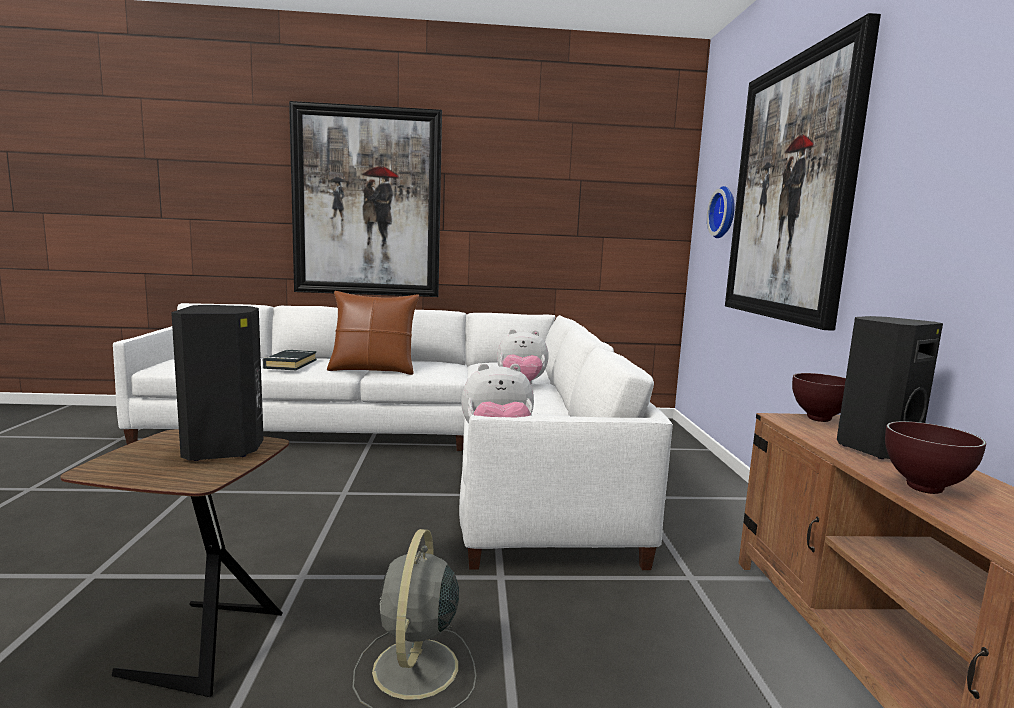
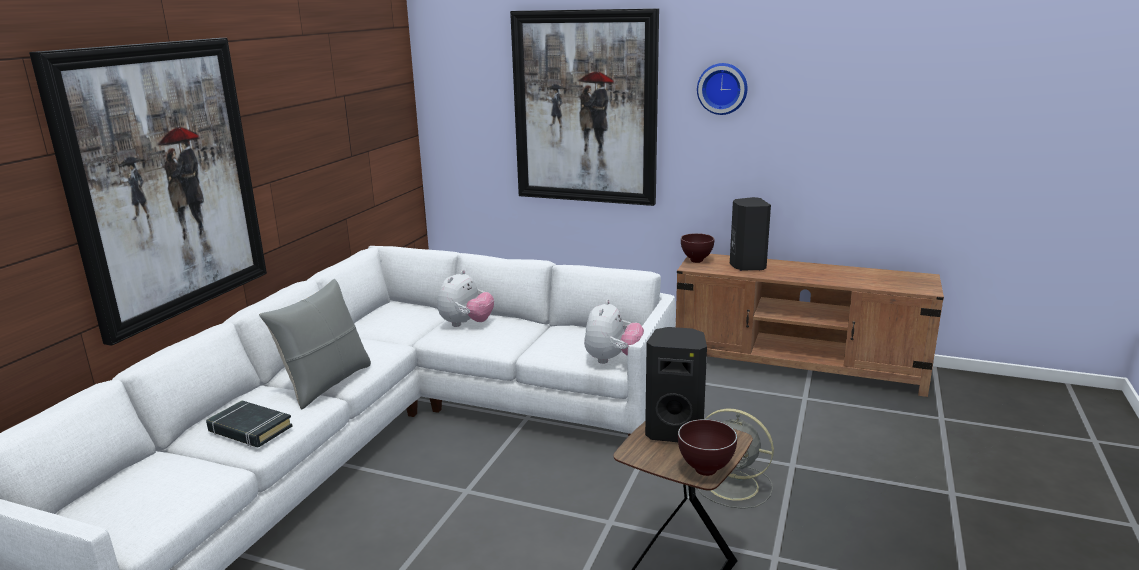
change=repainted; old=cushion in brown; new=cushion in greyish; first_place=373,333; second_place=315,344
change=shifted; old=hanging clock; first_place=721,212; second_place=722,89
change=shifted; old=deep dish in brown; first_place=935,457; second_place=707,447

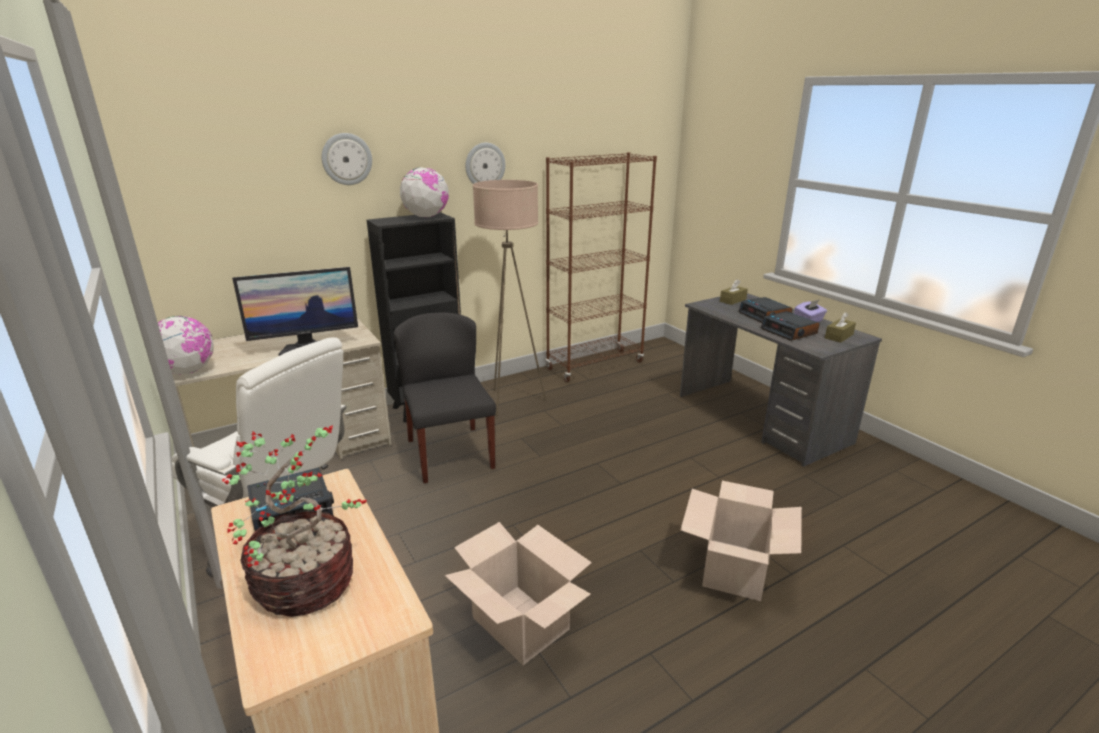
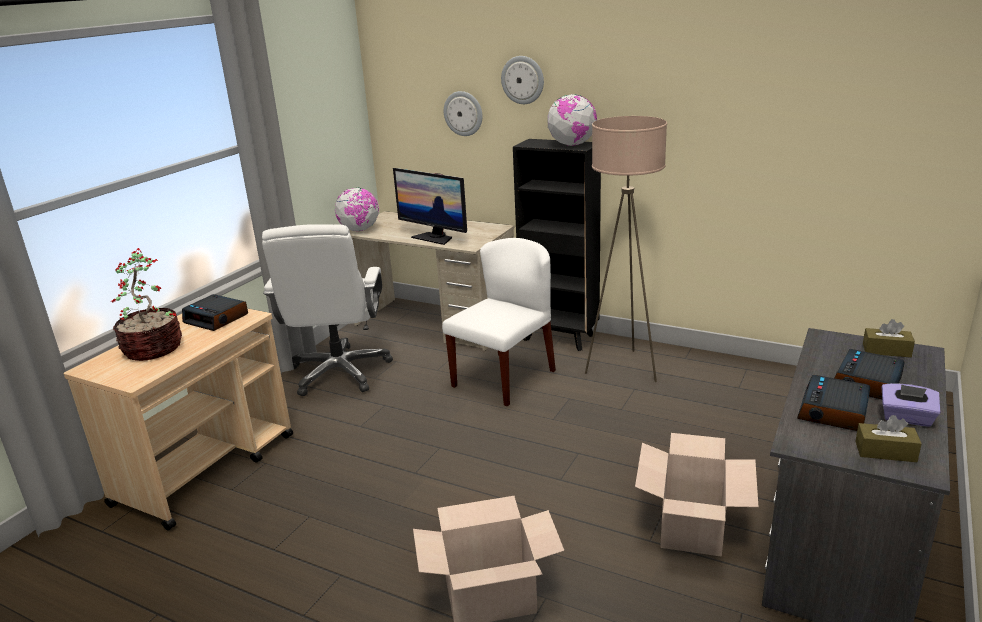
change=repainted; old=upright chair in blackish; new=upright chair in white; first_place=445,397; second_place=499,322
change=shifted; old=cardboard box; first_place=518,593; second_place=697,495
change=shifted; old=hanging clock; first_place=485,163; second_place=463,113
change=gone; old=bookcase in brown; first_place=601,267

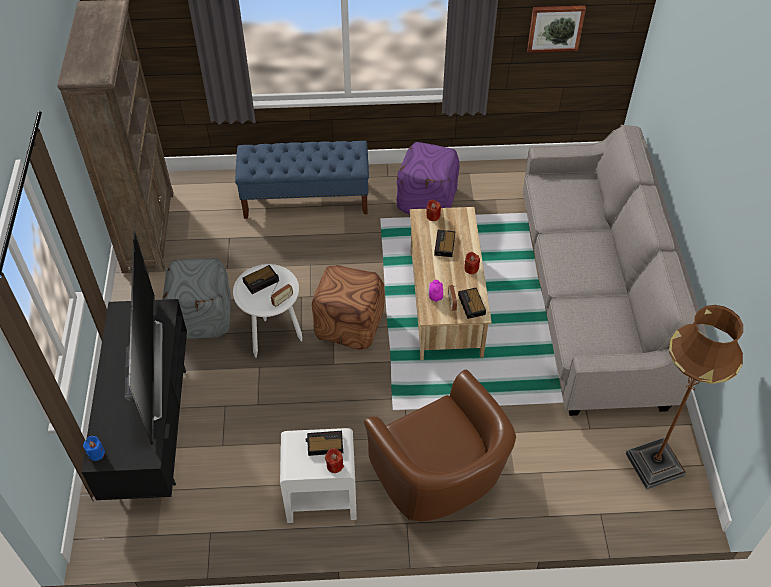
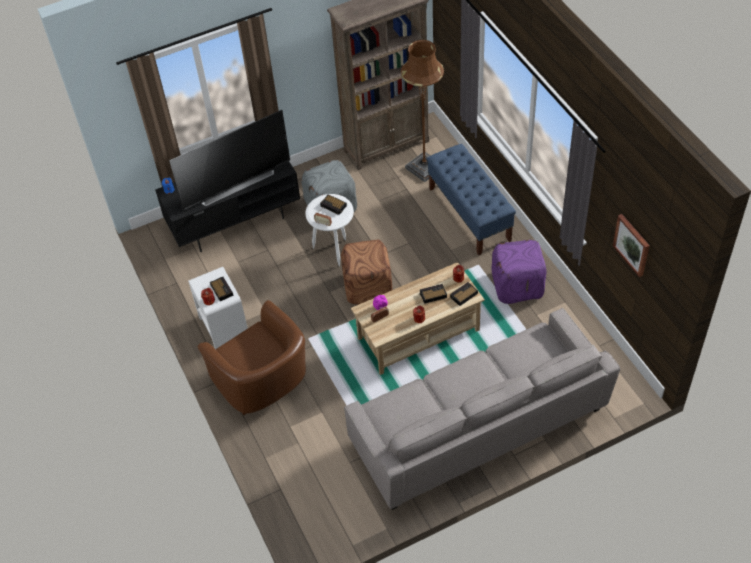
change=rotated; old=lounge chair in brown; first_place=440,446; second_place=252,357; degrees=-75
change=shifted; old=table clock; first_place=472,303; second_place=464,294
change=shifted; old=standing lamp in brown; first_place=684,397; second_place=422,111

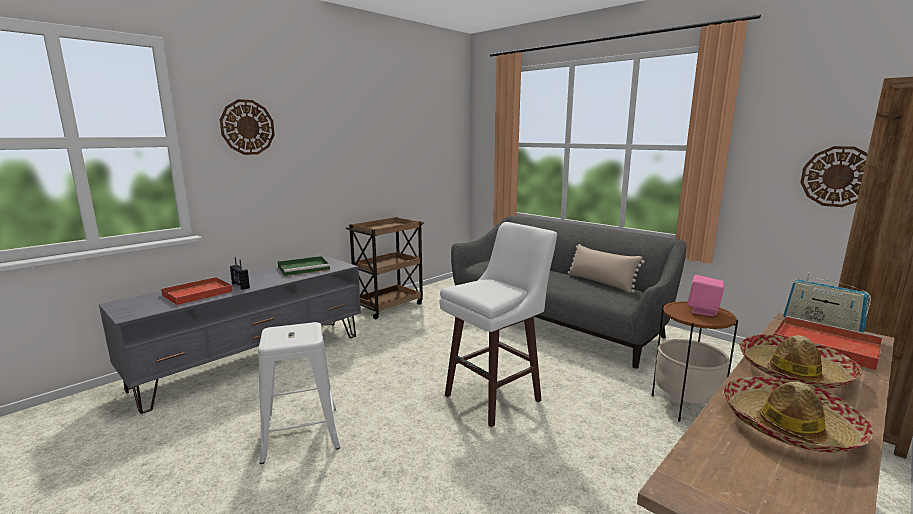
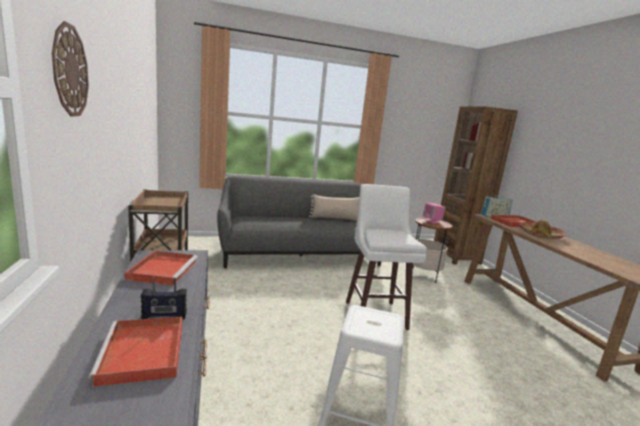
change=repainted; old=serving tray in greenish; new=serving tray in red; first_place=304,266; second_place=161,268
change=gone; old=wearable hat; first_place=798,414
change=gone; old=hanging clock; first_place=834,176

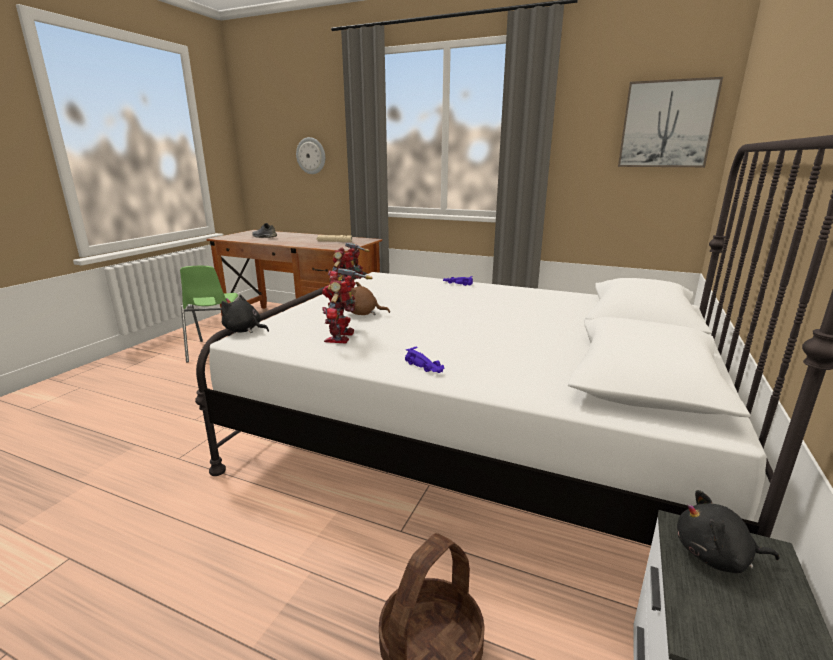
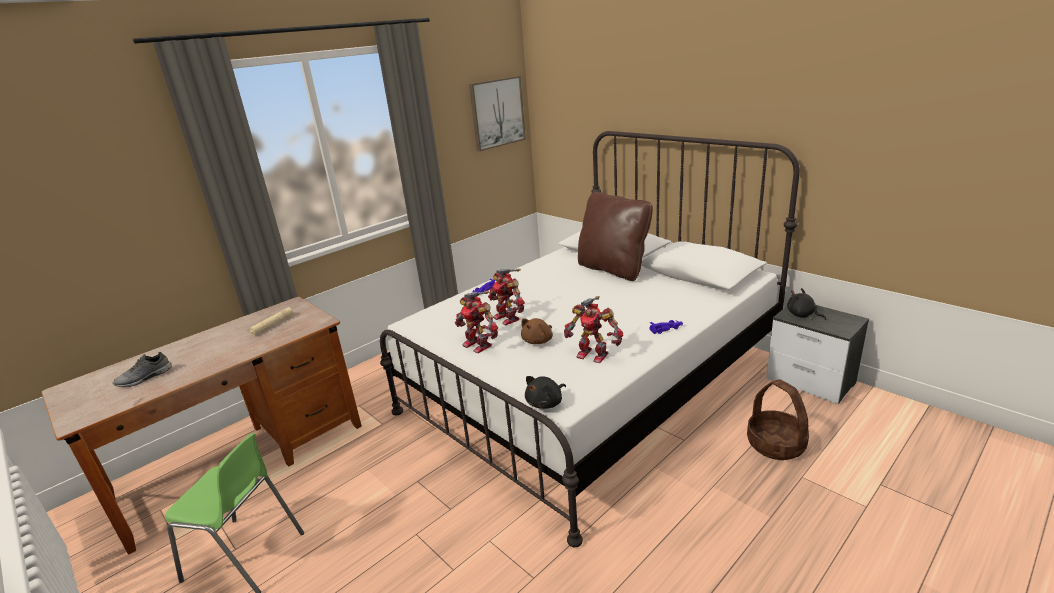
change=gone; old=hanging clock; first_place=310,155
change=rotated; old=soft toy in blackish; first_place=728,531; second_place=806,304; degrees=105
change=new; new=toy robot; second_place=506,297
change=new; new=cushion in brown; second_place=615,236

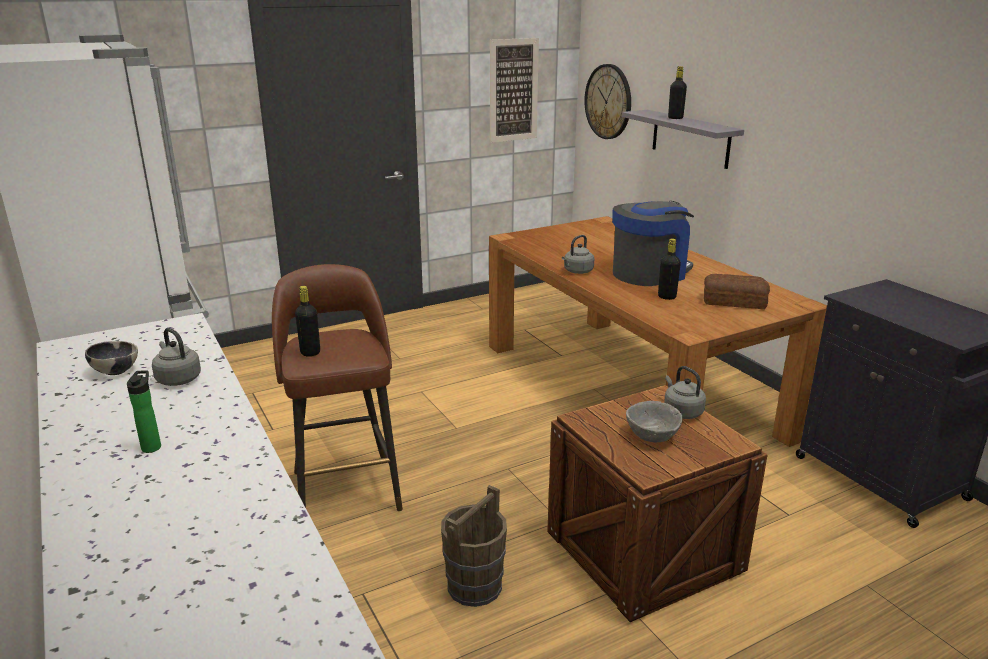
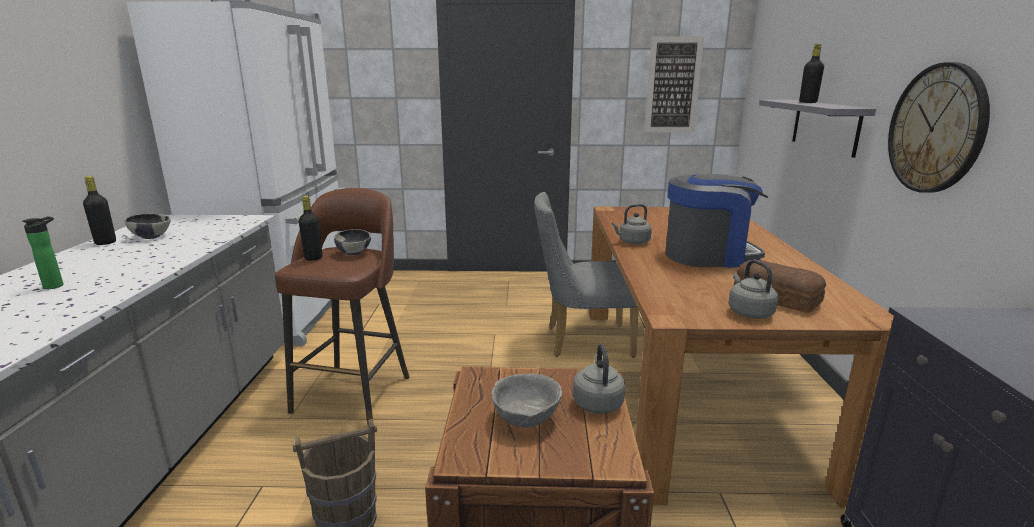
change=shifted; old=kettle in greyish; first_place=176,357; second_place=753,289
change=shifted; old=hanging clock; first_place=607,101; second_place=939,127
change=shifted; old=beverage bottle in blackish; first_place=669,269; second_place=99,210
change=new; new=deep dish; second_place=352,242
change=new; new=upright chair in greyish; second_place=586,275

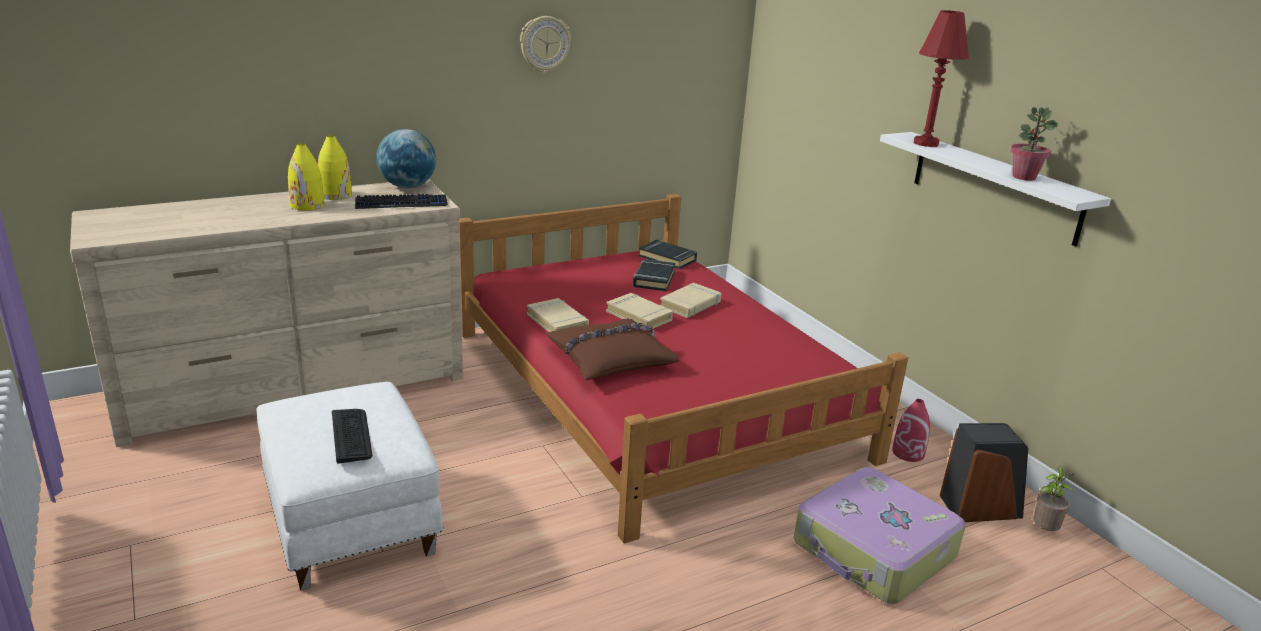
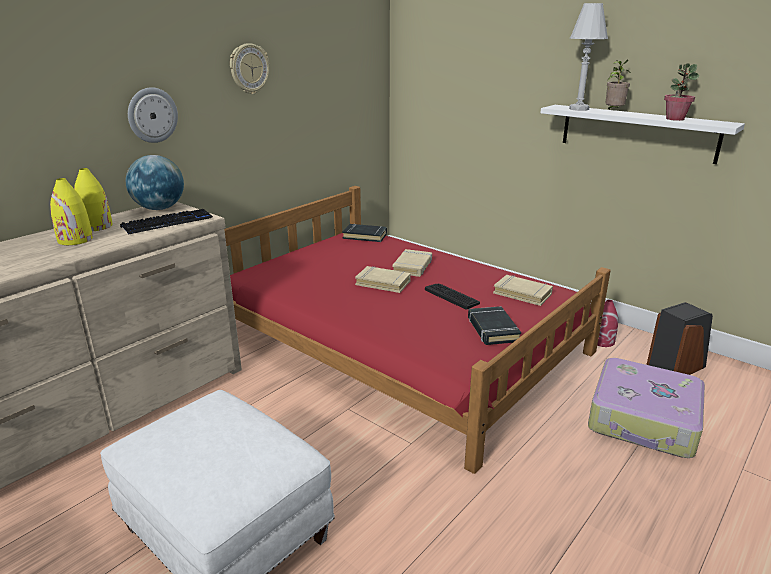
change=shifted; old=keyboard; first_place=352,436; second_place=452,297
change=shifted; old=book in sand-coloured; first_place=558,315; second_place=523,290
change=gone; old=cushion in brown; first_place=612,349
change=shifted; old=book in blackish; first_place=654,275; second_place=494,325
change=repainted; old=table lamp in red; new=table lamp in white; first_place=941,78; second_place=588,57
change=shifted; old=potted plant; first_place=1053,498; second_place=617,84
change=new; new=hanging clock; second_place=153,115

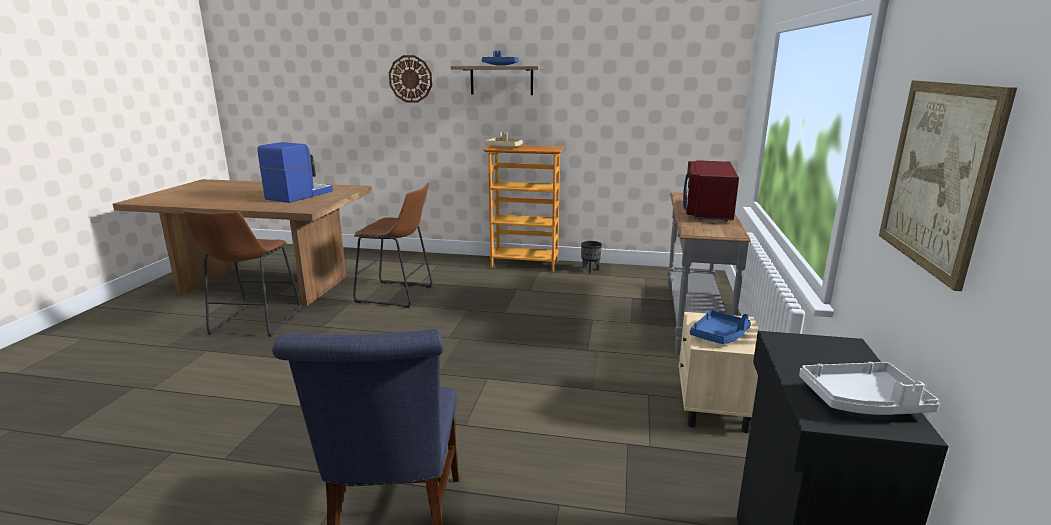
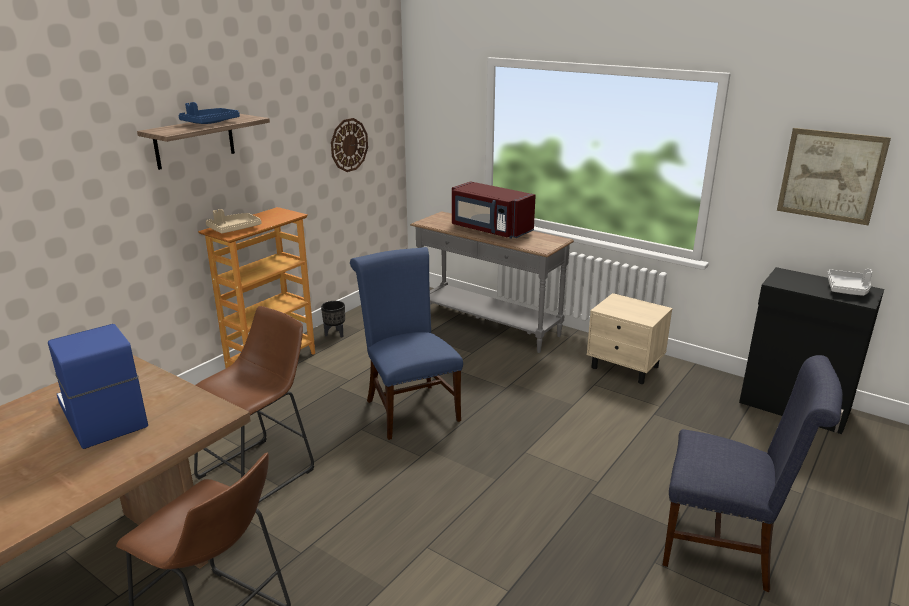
change=shifted; old=hanging clock; first_place=410,79; second_place=349,145
change=gone; old=serving tray in blue-coloured; first_place=720,327
change=new; new=upright chair in blue-coloured; second_place=406,343

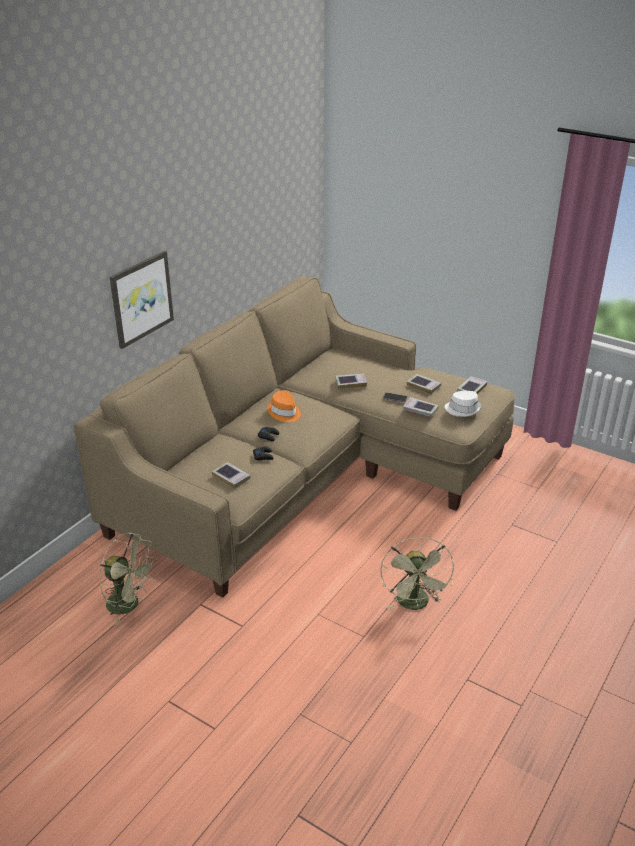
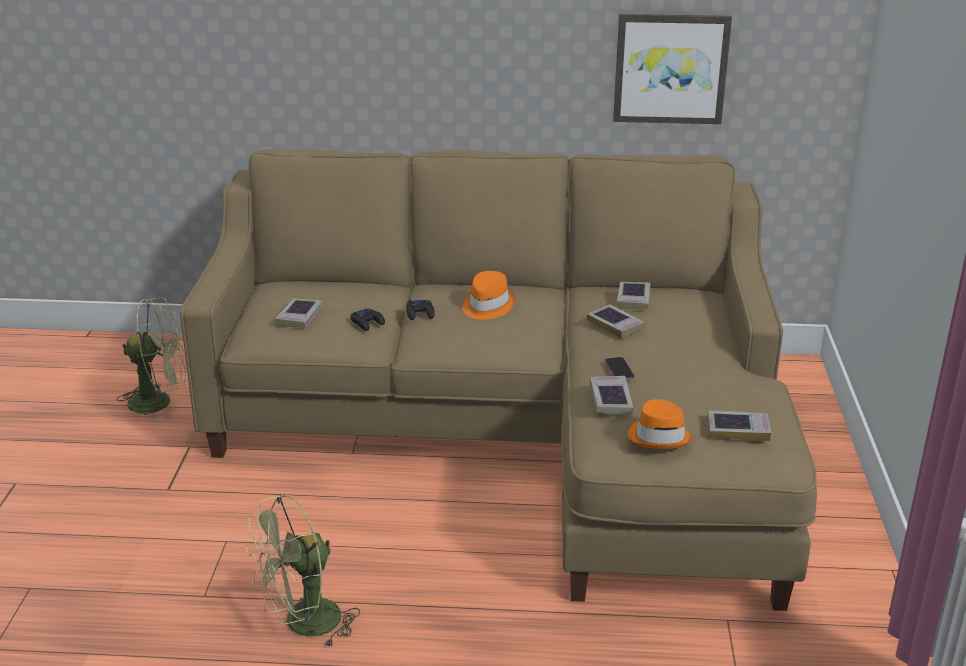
change=rotated; old=electric fan in greenish; first_place=128,578; second_place=151,359; degrees=-90
change=shifted; old=wall art; first_place=142,300; second_place=672,69
change=shifted; old=book; first_place=424,384; second_place=633,295
change=repainted; old=wearable hat in white; new=wearable hat in orange-coloured; first_place=463,404; second_place=660,424

